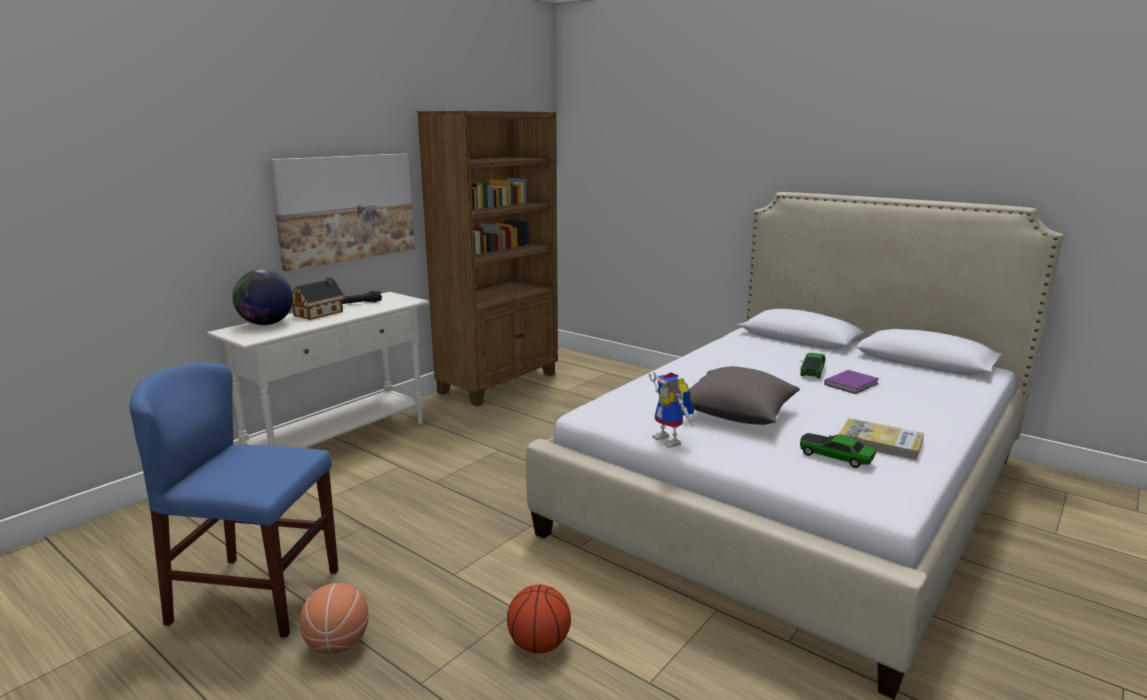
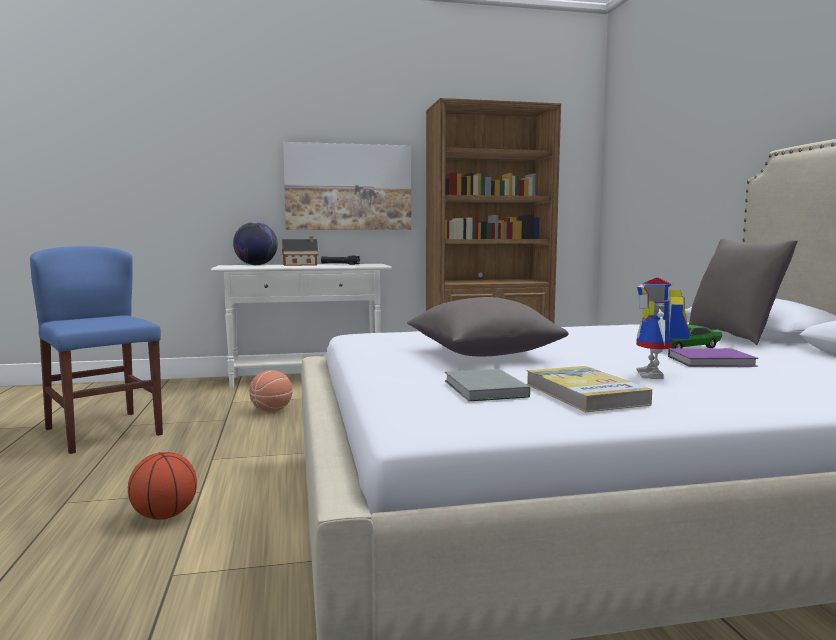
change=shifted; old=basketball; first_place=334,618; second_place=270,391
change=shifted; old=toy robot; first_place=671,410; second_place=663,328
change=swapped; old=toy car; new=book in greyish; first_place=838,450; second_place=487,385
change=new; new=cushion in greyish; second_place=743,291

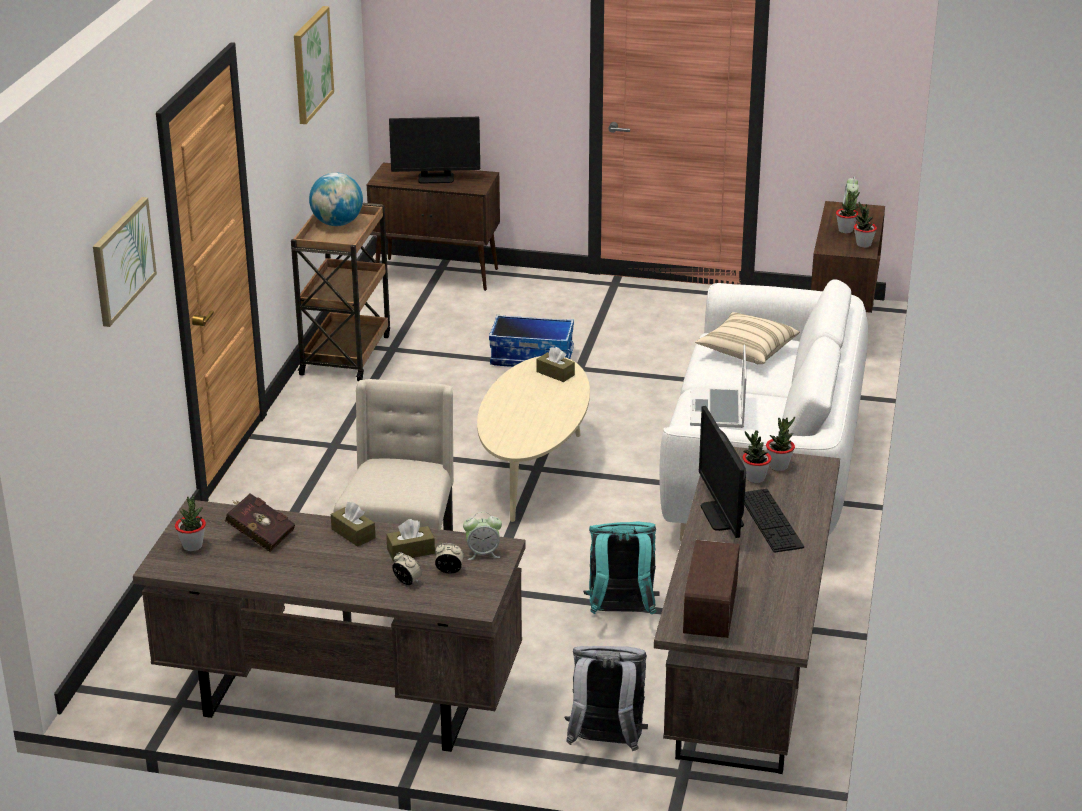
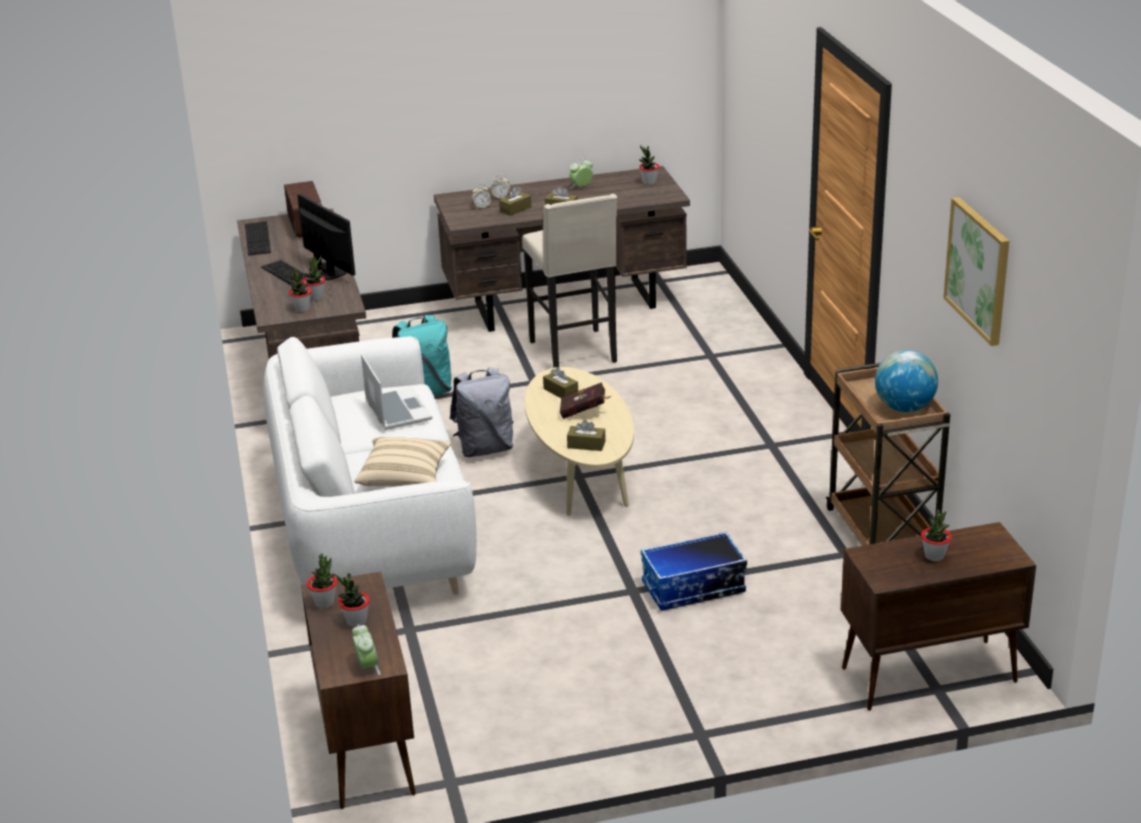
change=gone; old=wall art; first_place=125,262
change=shifted; old=book in red; first_place=260,522; second_place=585,400
change=swapped; old=computer screen; new=potted plant; first_place=434,150; second_place=936,535
change=shifted; old=table clock; first_place=482,536; second_place=581,173
change=shifted; old=backpack in greyish; first_place=606,698; second_place=481,412
change=new; new=keyboard; second_place=258,238
change=new; new=tissue holder in brown; second_place=560,382

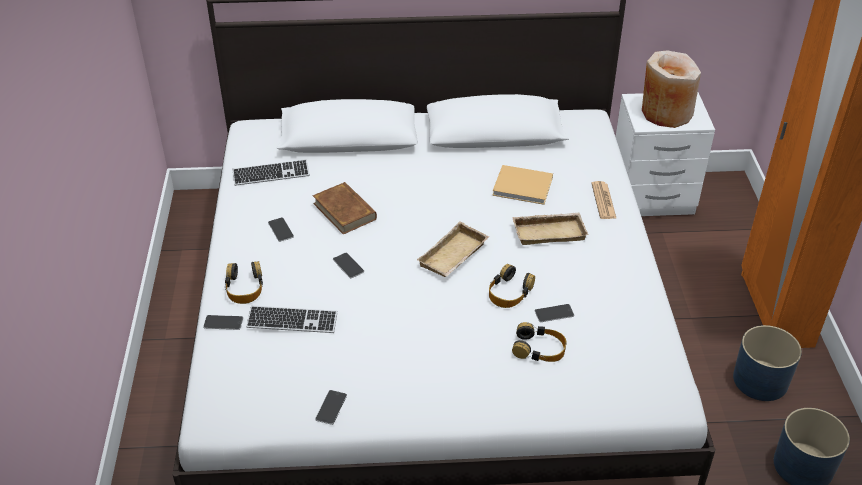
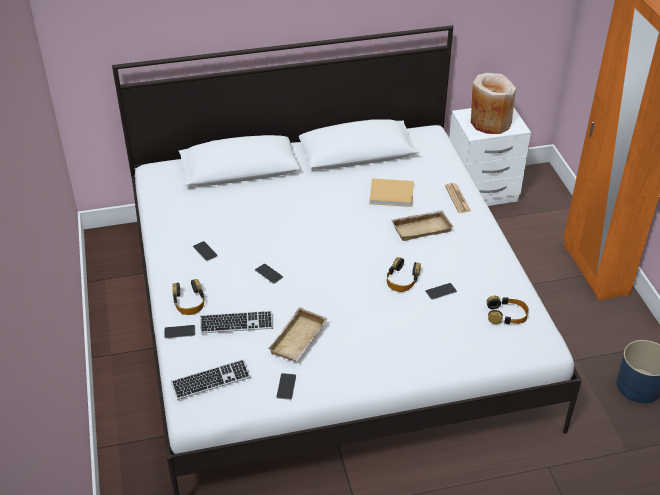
change=shifted; old=keyboard; first_place=271,172; second_place=211,379
change=gone; old=book in brown; first_place=345,208
change=shifted; old=serving tray in sand-coloured; first_place=453,249; second_place=298,334
change=shifted; old=pair of headphones; first_place=539,342; second_place=508,310
change=gone; old=plant pot in blue-coloured; first_place=767,363

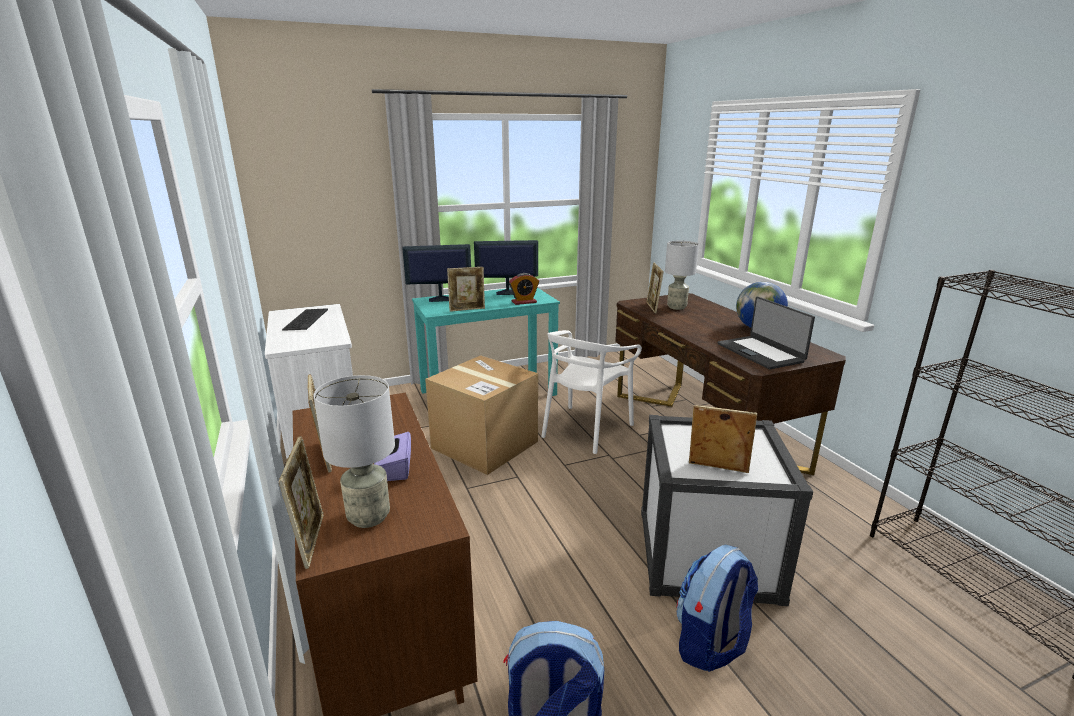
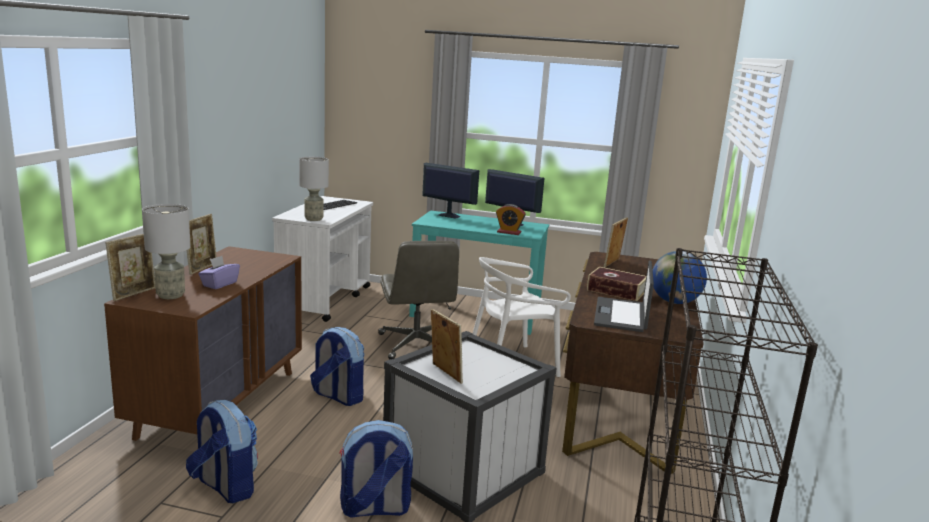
change=swapped; old=cardboard box; new=desk chair in greyish; first_place=481,415; second_place=418,300
change=gone; old=picture frame; first_place=466,289
change=shifted; old=table lamp in greyish; first_place=682,275; second_place=314,189
change=new; new=backpack; second_place=337,366
change=new; new=book; second_place=616,284

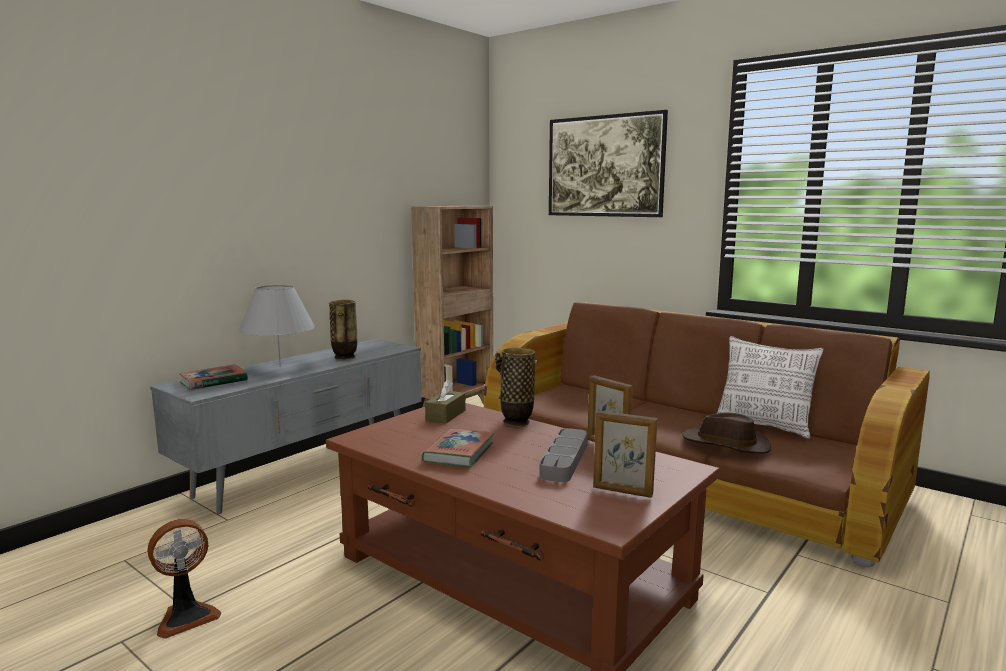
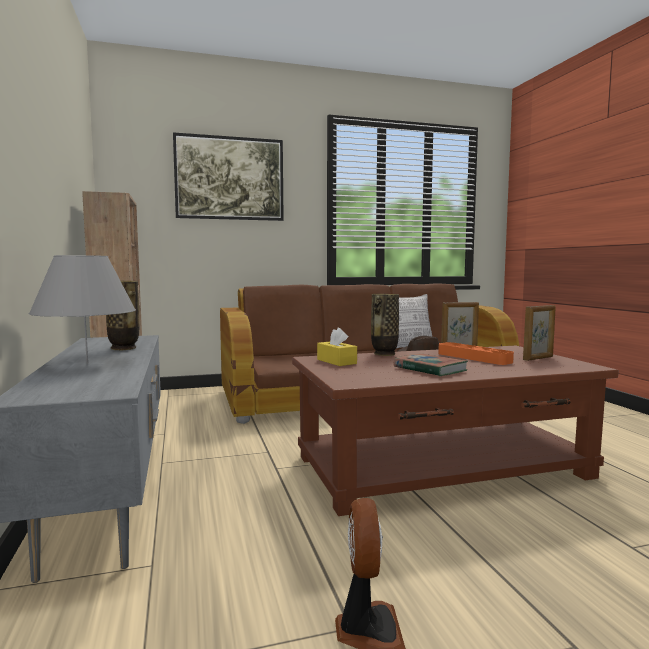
change=gone; old=book; first_place=213,377
change=repainted; old=tissue holder in brown; new=tissue holder in yellowish; first_place=445,402; second_place=337,346
change=repainted; old=serving tray in greyish; new=serving tray in orange-coloured; first_place=563,455; second_place=476,353

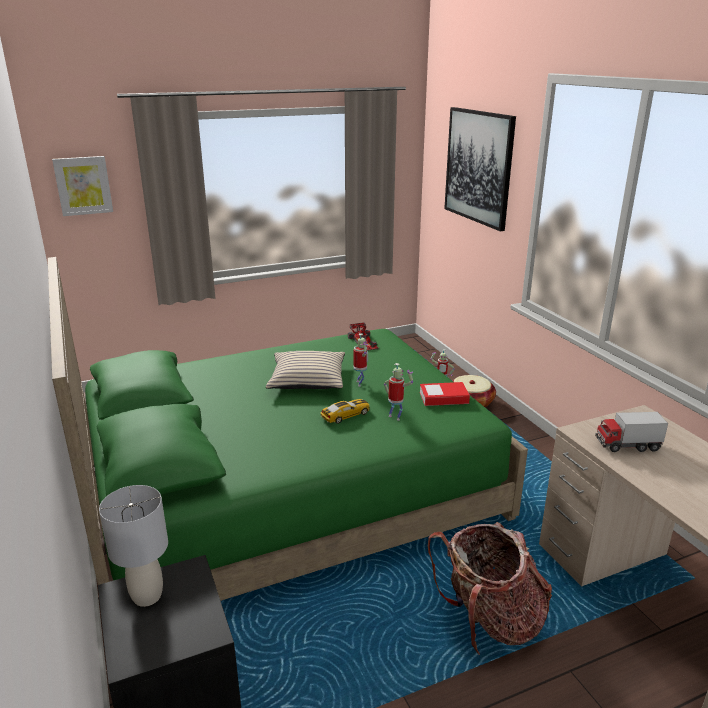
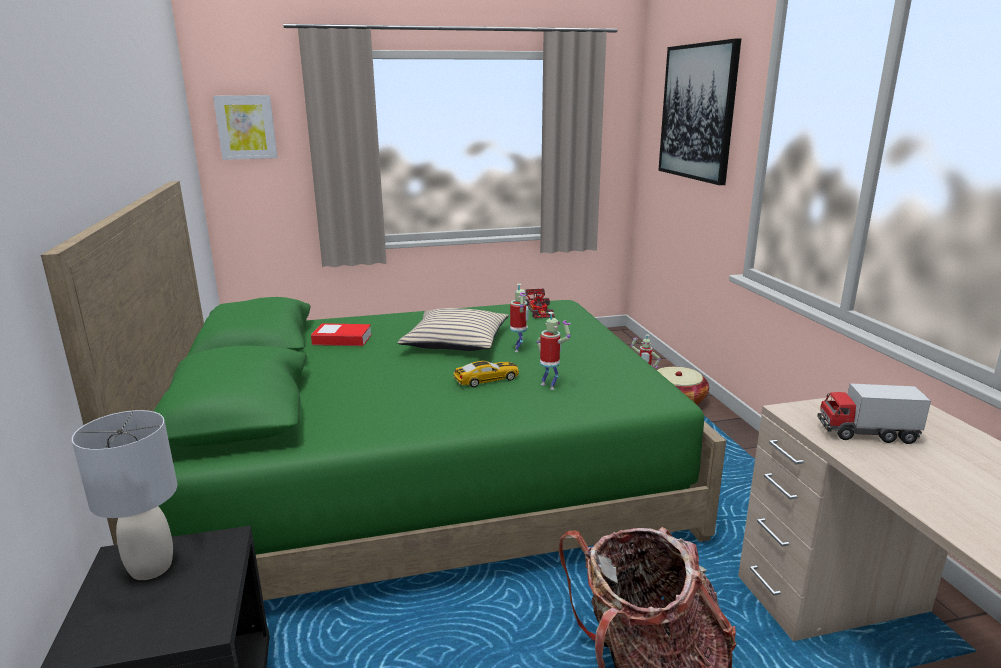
change=shifted; old=book; first_place=445,394; second_place=341,334

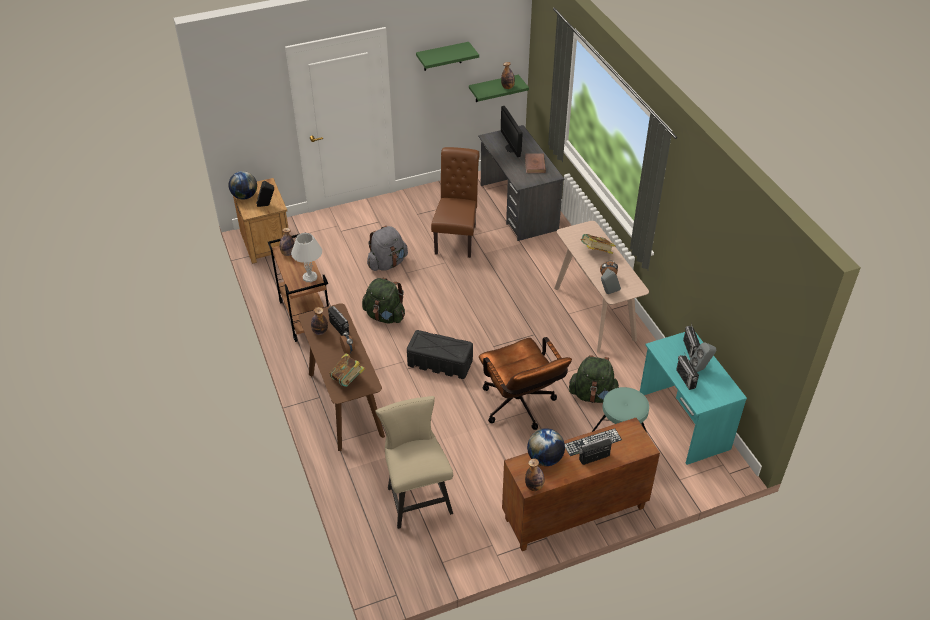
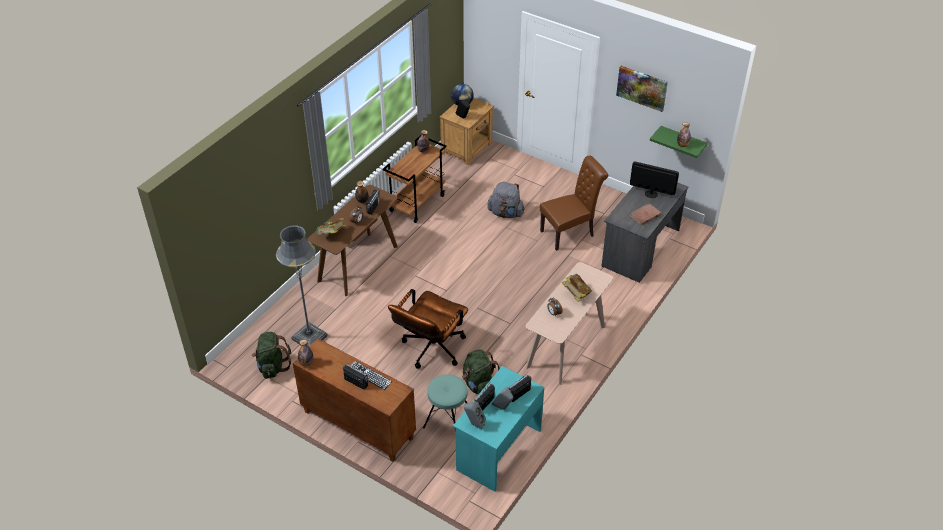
change=gone; old=table lamp in white; first_place=306,257
change=shifted; old=backpack in greenish; first_place=383,300; second_place=271,355
change=swapped; old=upright chair in sand-coloured; new=standing lamp in greyish; first_place=414,462; second_place=302,286
change=gone; old=storage container in blackish; first_place=440,354
change=swapped; old=wall shelf in greenish; new=wall art; first_place=447,56; second_place=642,89
change=rotated; old=computer screen; first_place=512,131; second_place=654,180; degrees=75
change=gone; old=desk globe; first_place=546,447
change=shifted; old=speaker in greyish; first_place=611,281; second_place=475,415

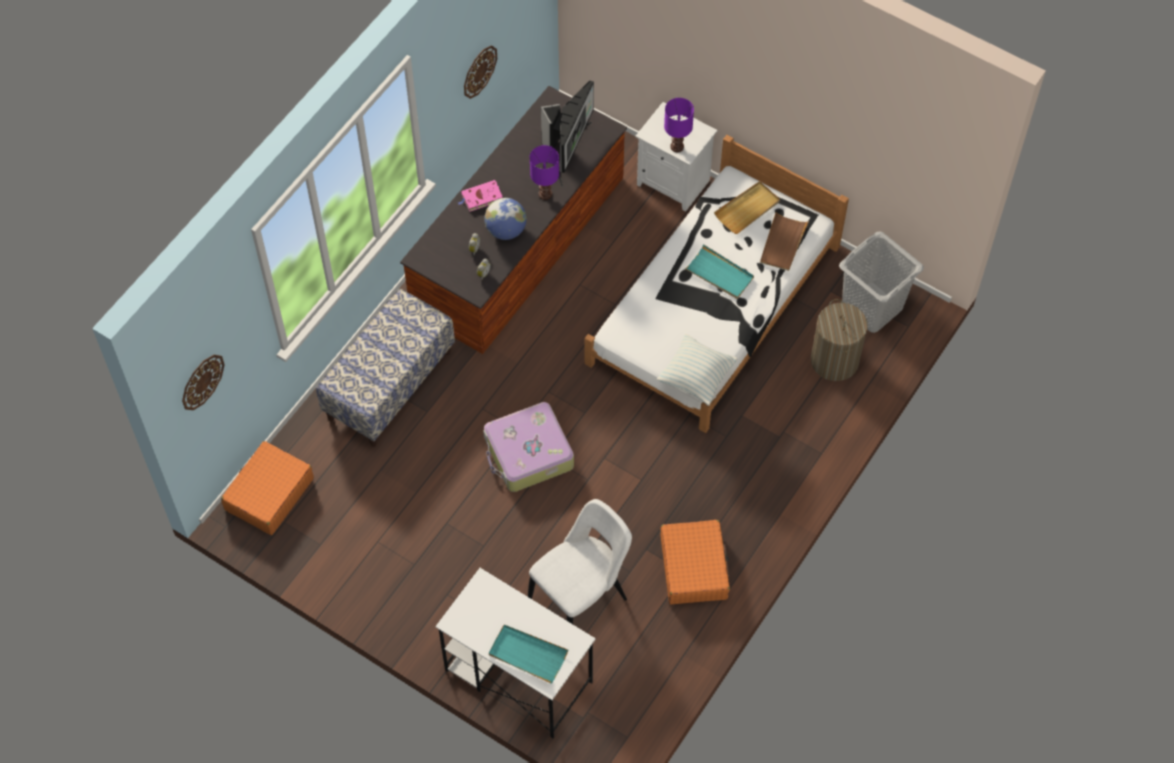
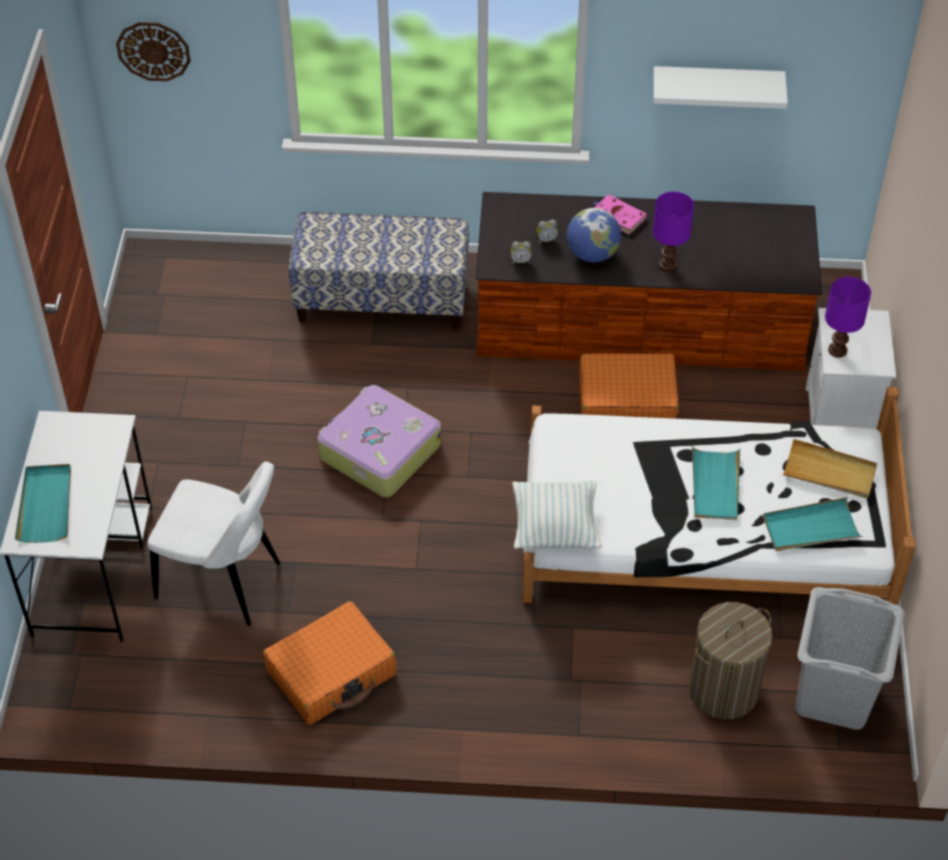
change=shifted; old=travel case in orange-coloured; first_place=267,488; second_place=629,386
change=swapped; old=hanging clock; new=wall shelf in white; first_place=480,72; second_place=720,87
change=gone; old=computer screen; first_place=567,134
change=repainted; old=serving tray in brown; new=serving tray in turquoise; first_place=784,241; second_place=812,524

